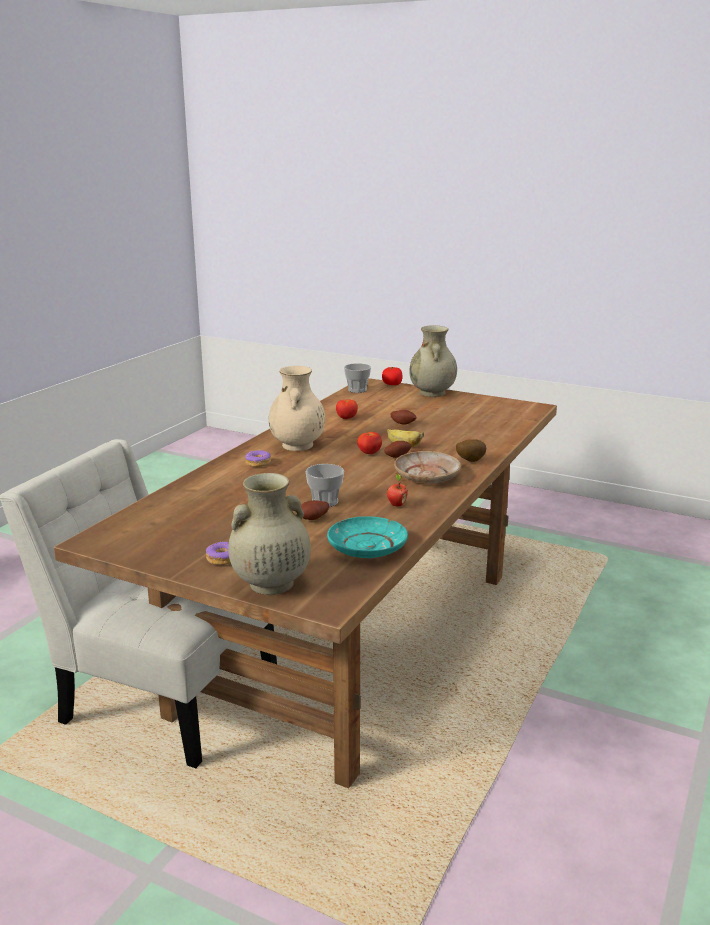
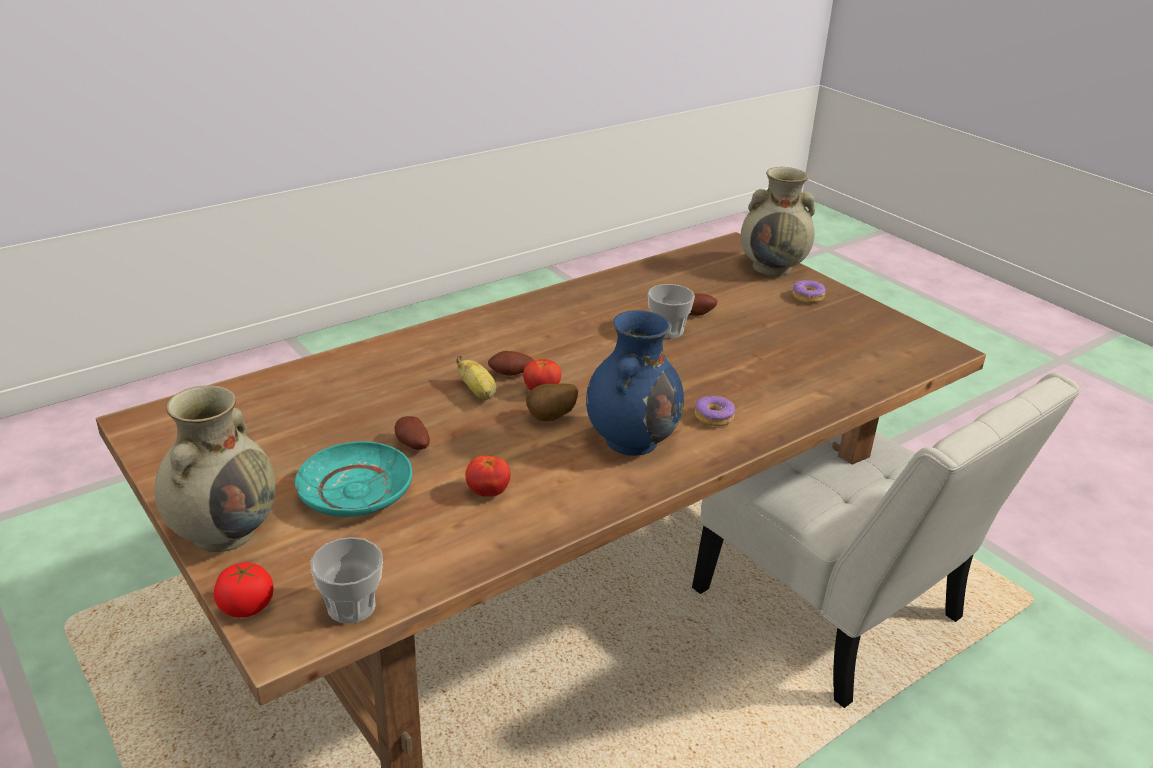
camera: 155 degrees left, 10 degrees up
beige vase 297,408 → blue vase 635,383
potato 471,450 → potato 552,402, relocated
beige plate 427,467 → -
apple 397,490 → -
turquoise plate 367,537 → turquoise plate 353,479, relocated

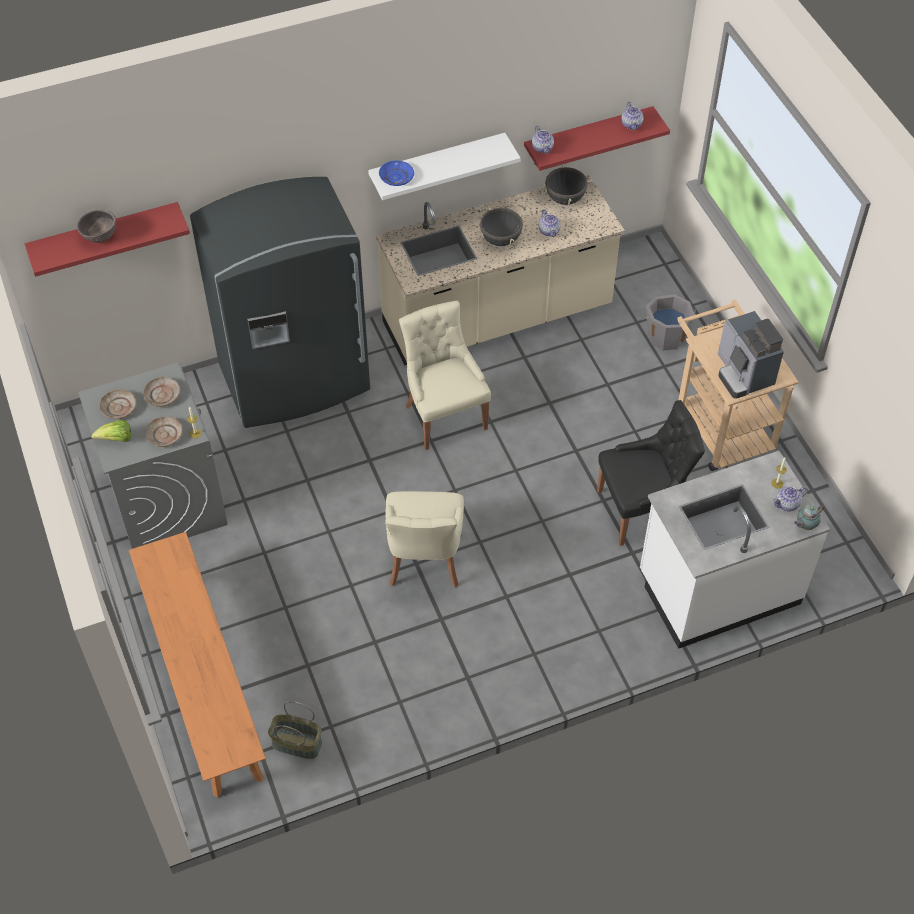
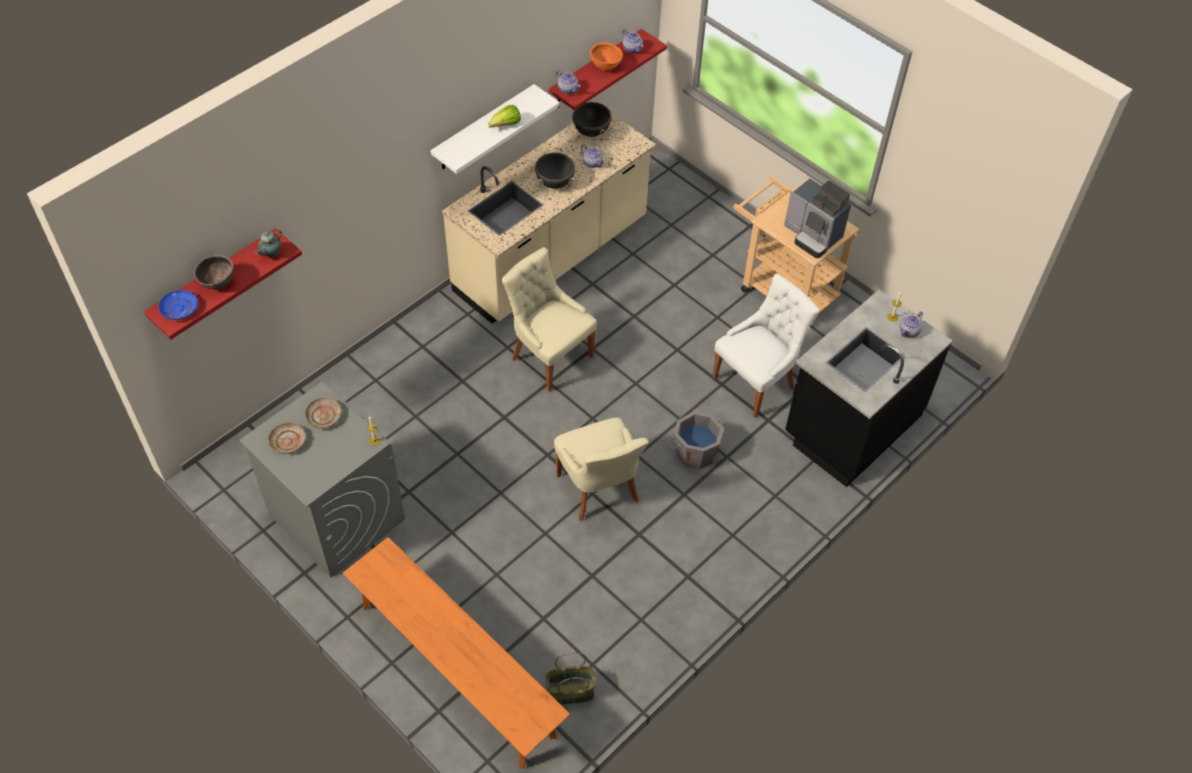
camera: 25 degrees left, 0 degrees up
blue plate 396,173 → blue plate 178,305, relocated
grey fridge 280,302 → -
grey bucket 668,322 → grey bucket 697,440, relocated
black chair 651,473 → white chair 766,346
beige plate 164,431 → -
lettuce 111,431 → lettuce 504,116, relocated
white counter 735,550 → black counter 869,388
teapot 809,517 → teapot 268,243, relocated
- → orange bowl 606,56

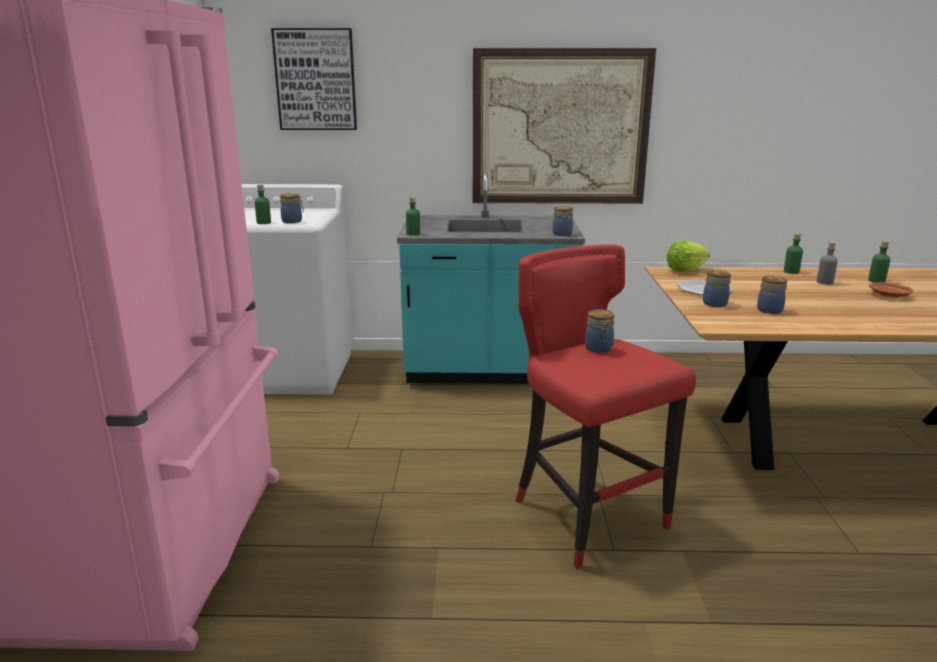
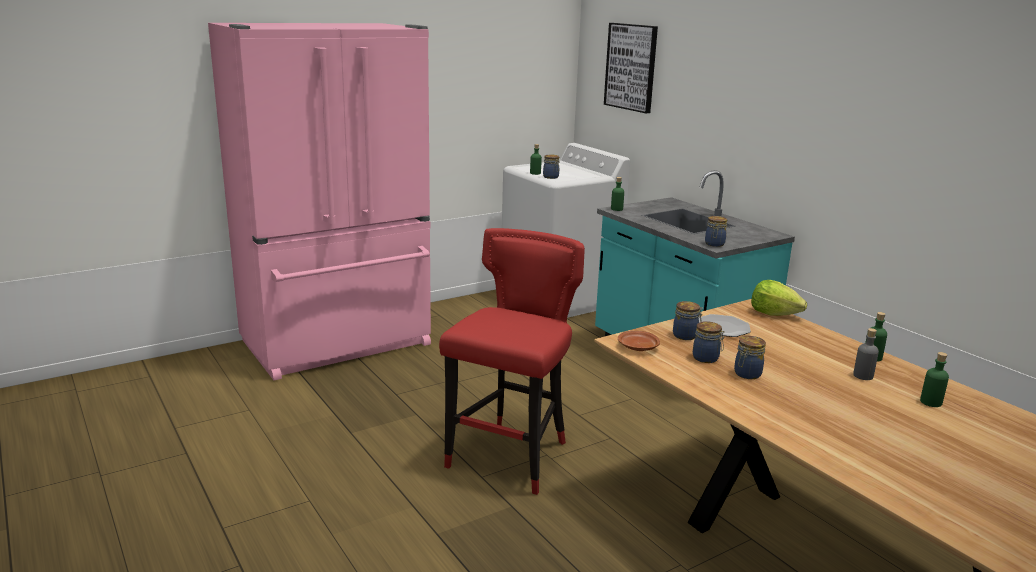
camera: 55 degrees right, 0 degrees up
picture 564,126 → -
brown plate 891,290 → brown plate 639,341, relocated
jar 600,331 → jar 750,357, relocated

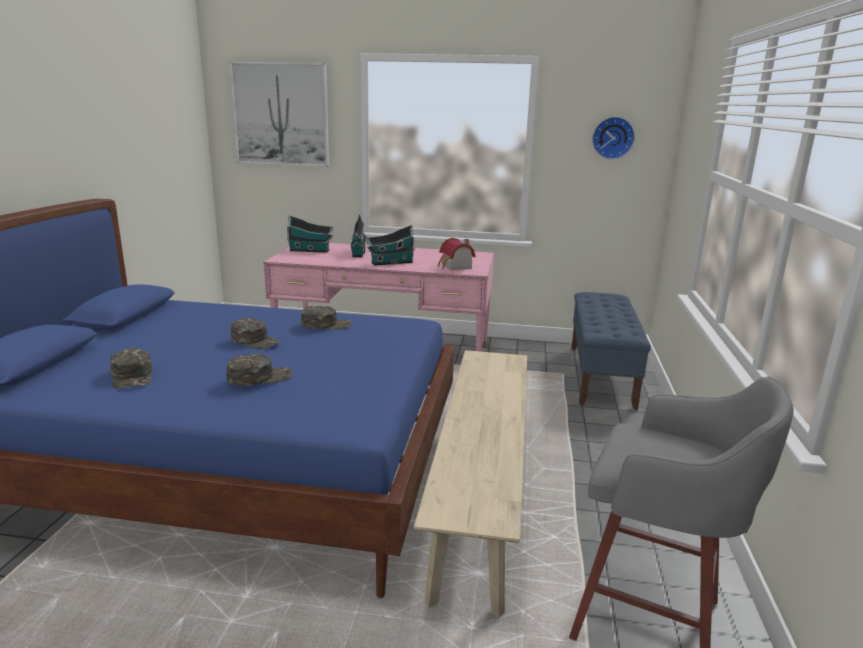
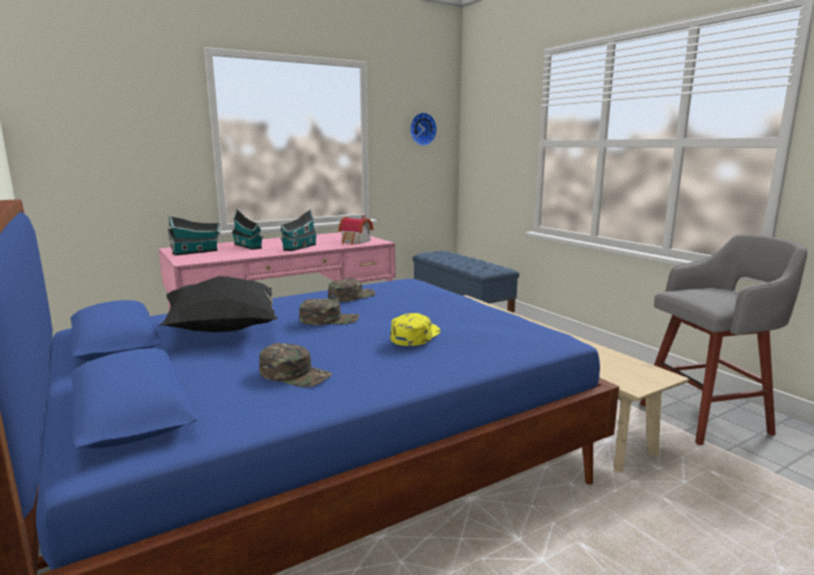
camera: 40 degrees left, 5 degrees down
picture 279,114 → -
green cap 260,370 → yellow cap 416,329
- → black pillow 218,304

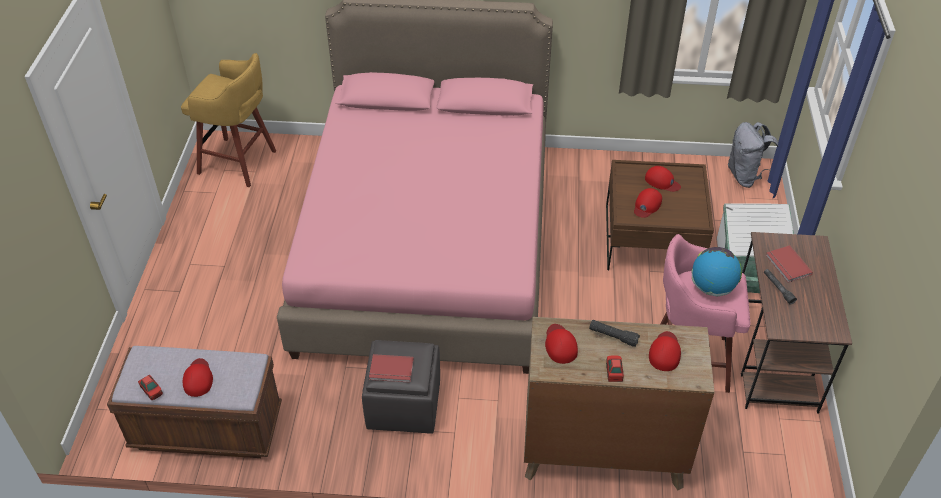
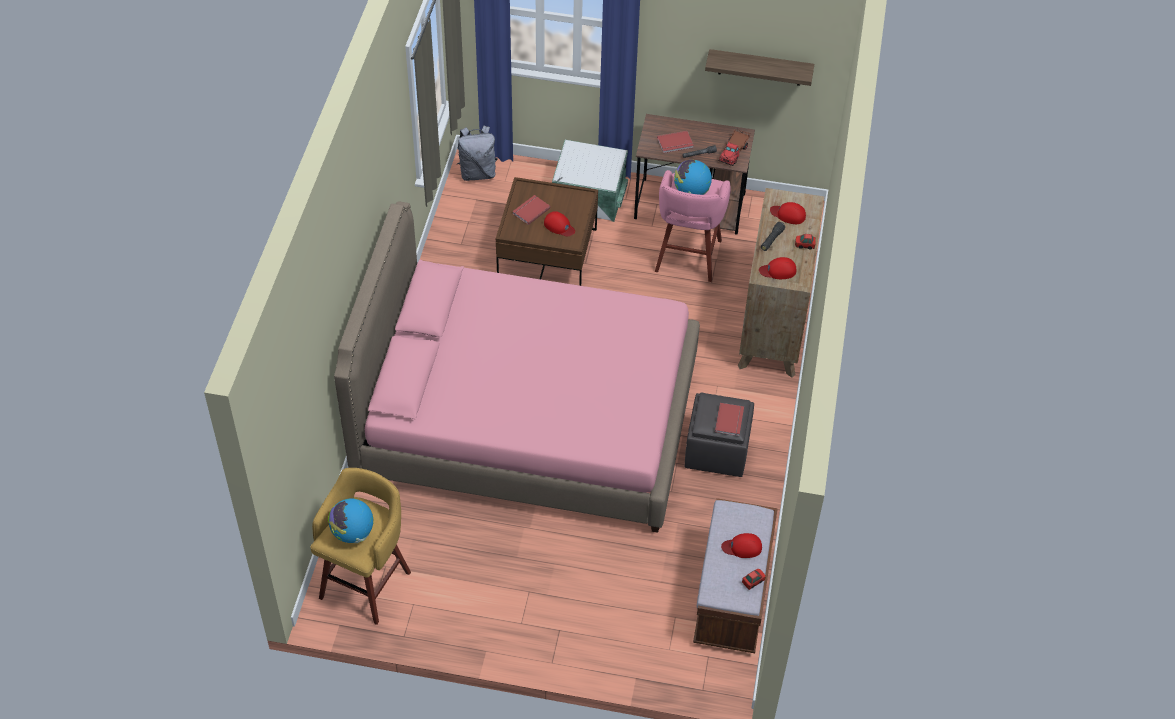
camera: 85 degrees left, 5 degrees up
red cap 663,179 → red book 531,210
- → shelf 759,67
- → toy truck 734,147
- → globe 350,520

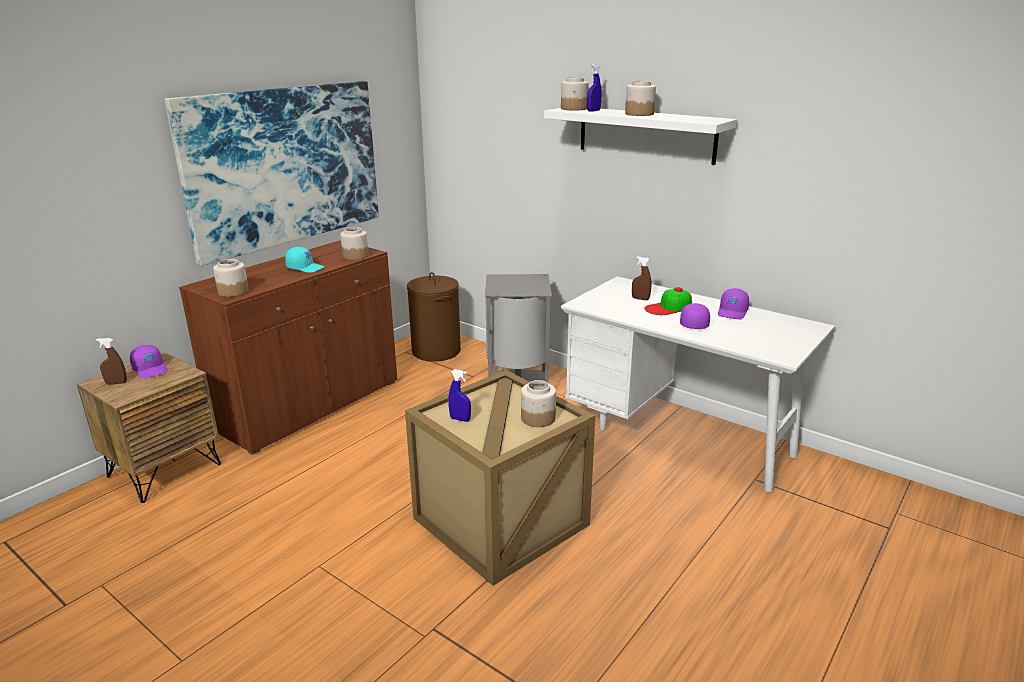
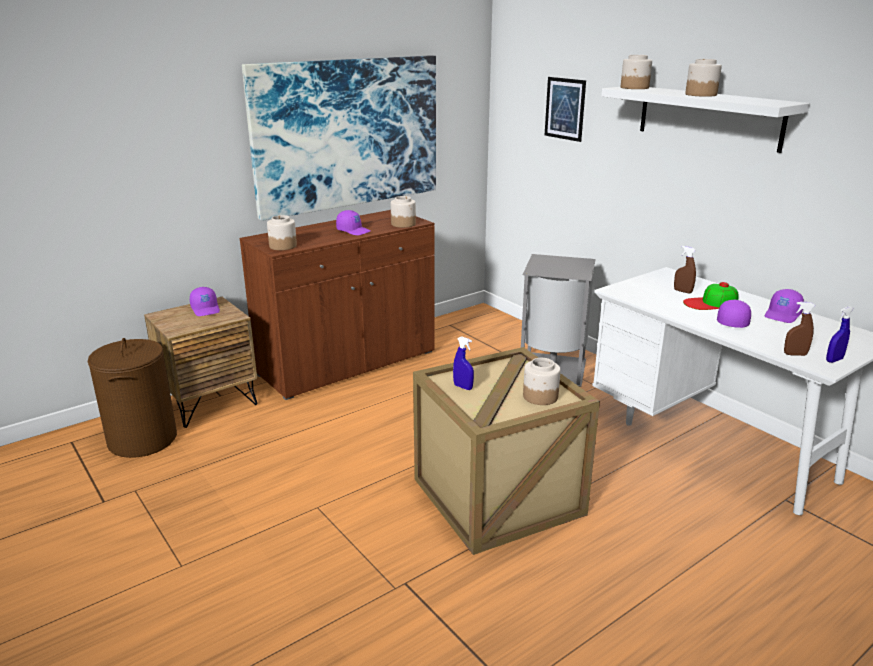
camera: 15 degrees right, 0 degrees up
blue spray bottle 594,88 → blue spray bottle 839,334, relocated
turquoise cap 304,260 → purple cap 353,222
brown laundry basket 434,317 → brown laundry basket 132,398, relocated
brown spray bottle 111,361 → brown spray bottle 799,329, relocated
- → picture 565,109

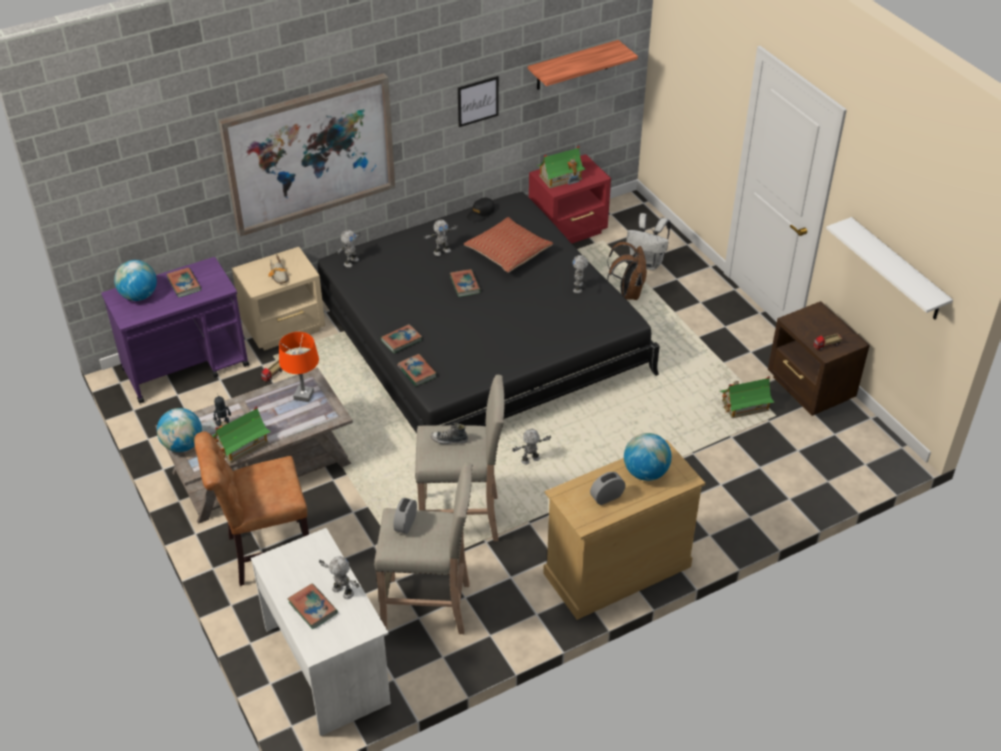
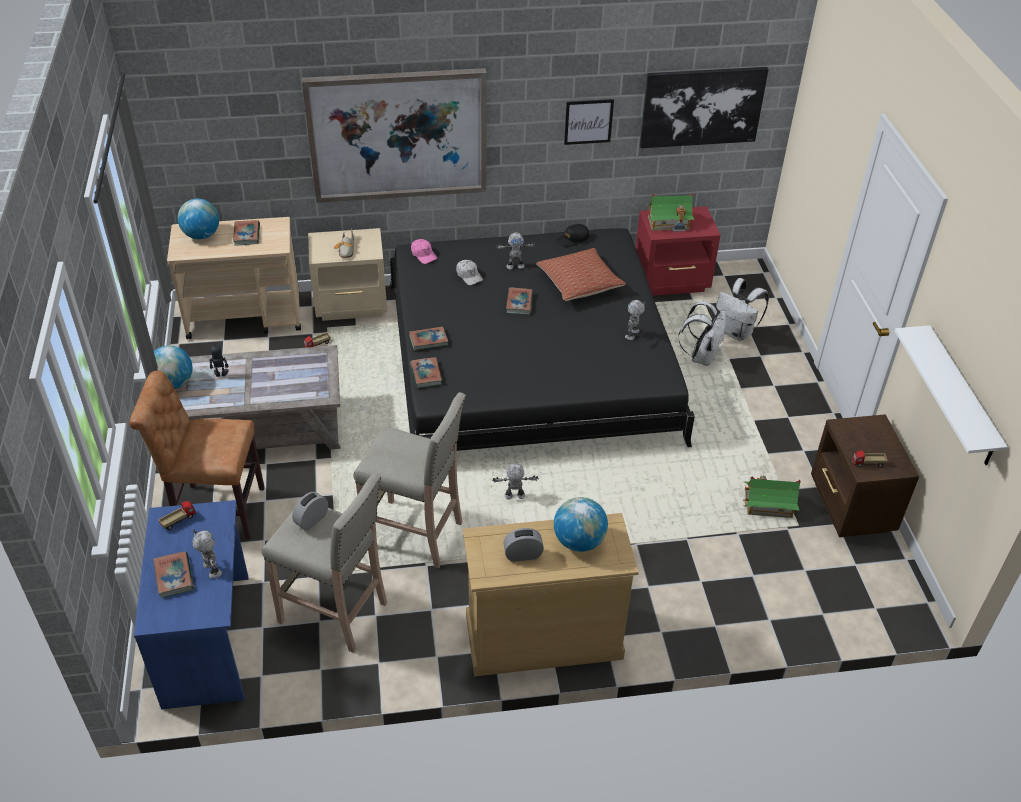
camera: 20 degrees right, 0 degrees up
shelf 583,65 → picture 704,107
toy robot 348,248 → pink cap 424,251
brown backpack 627,271 → white backpack 702,333
purple cart 175,330 → beige cart 234,278
orange table lamp 299,367 → -
toy house 241,435 → -
shoe 449,433 → -
white desk 321,632 → blue desk 191,605
- → white cap 469,272
- → toy truck 177,515

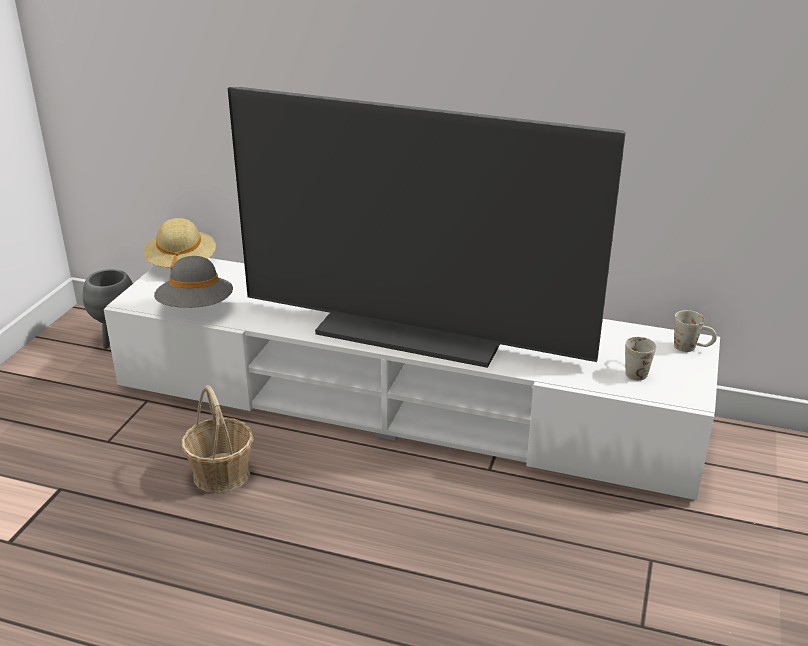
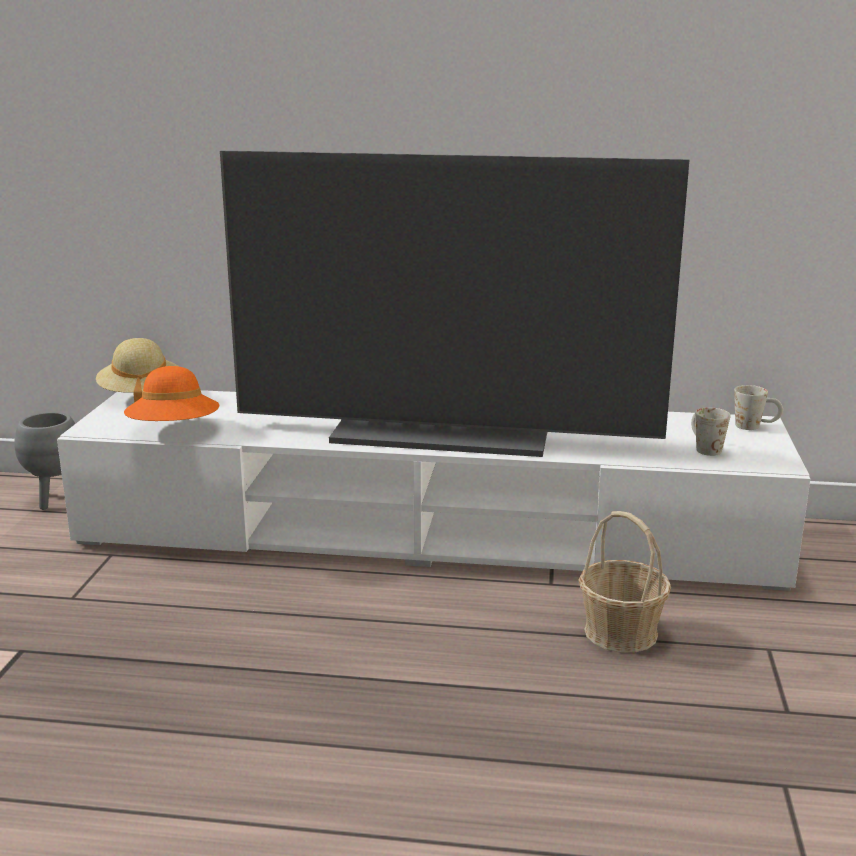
camera: 10 degrees left, 10 degrees down
grey hat 193,282 → orange hat 171,393
basket 217,439 → basket 625,582, relocated

